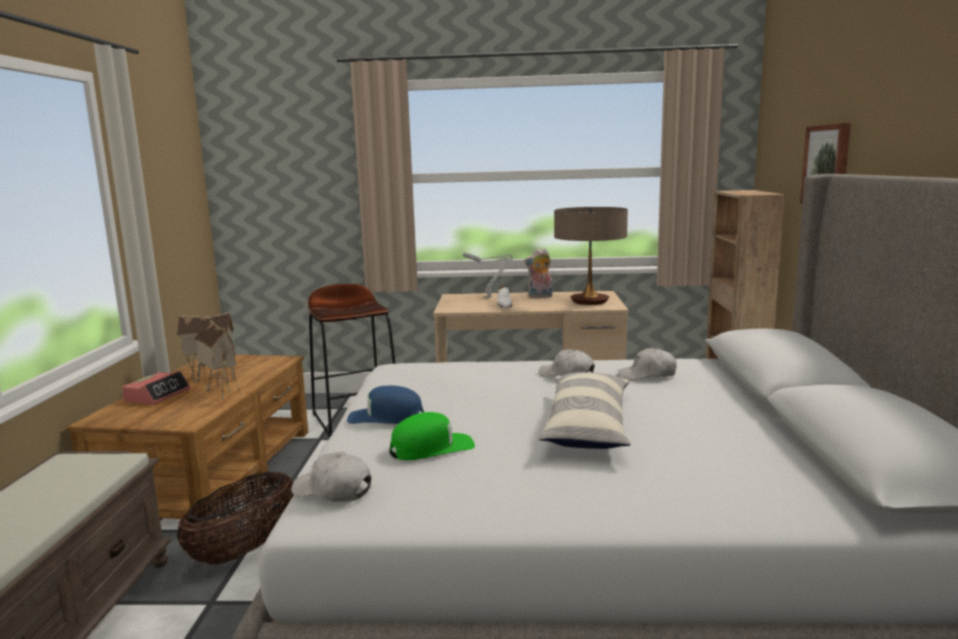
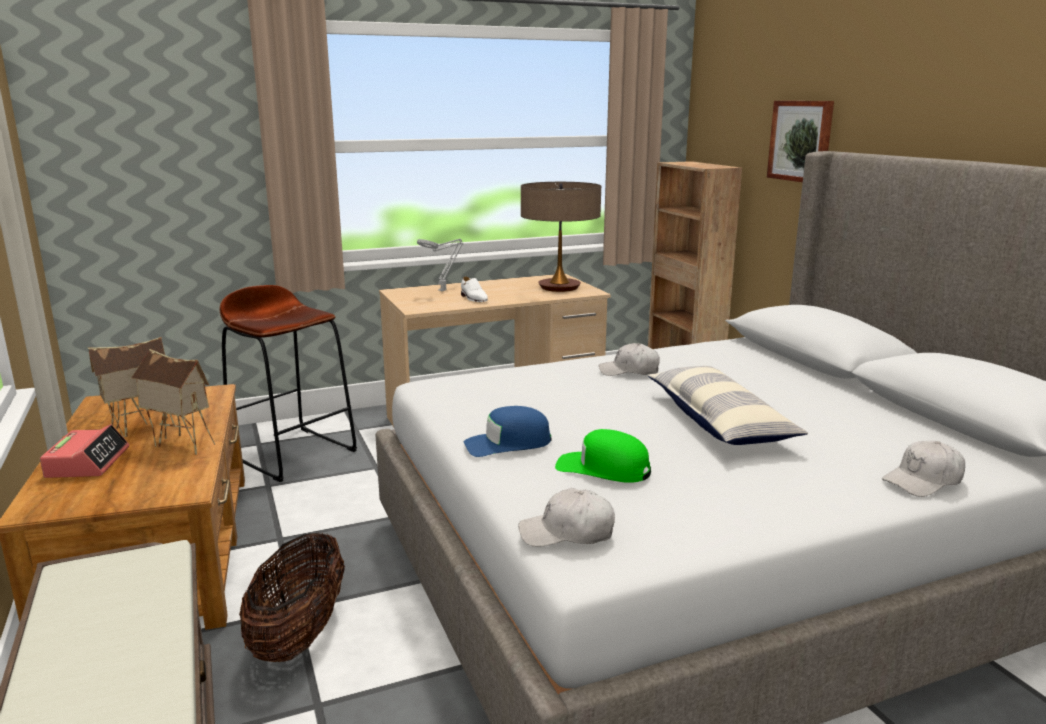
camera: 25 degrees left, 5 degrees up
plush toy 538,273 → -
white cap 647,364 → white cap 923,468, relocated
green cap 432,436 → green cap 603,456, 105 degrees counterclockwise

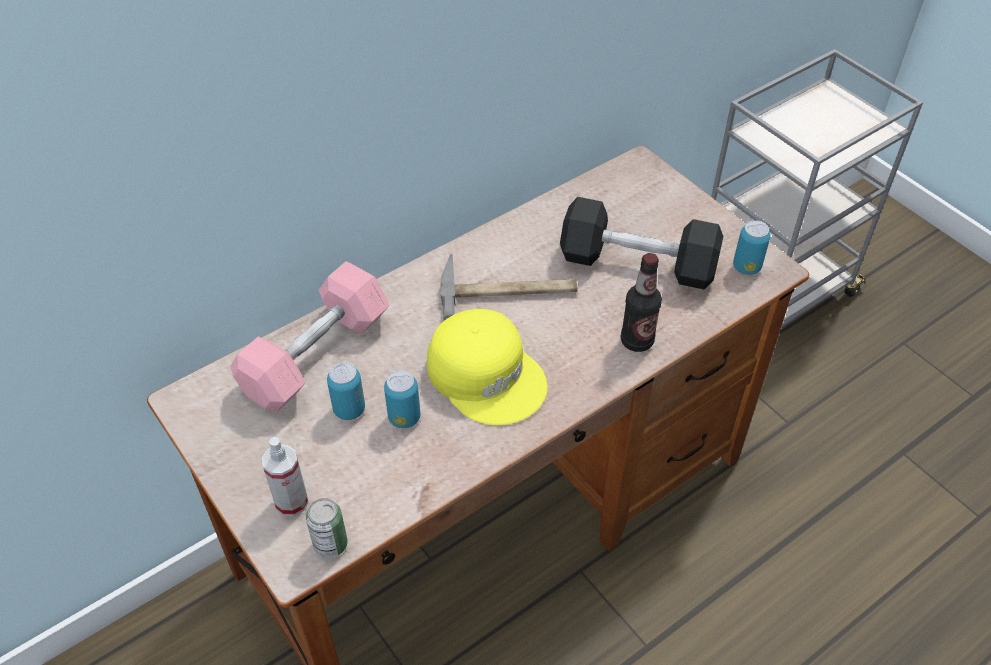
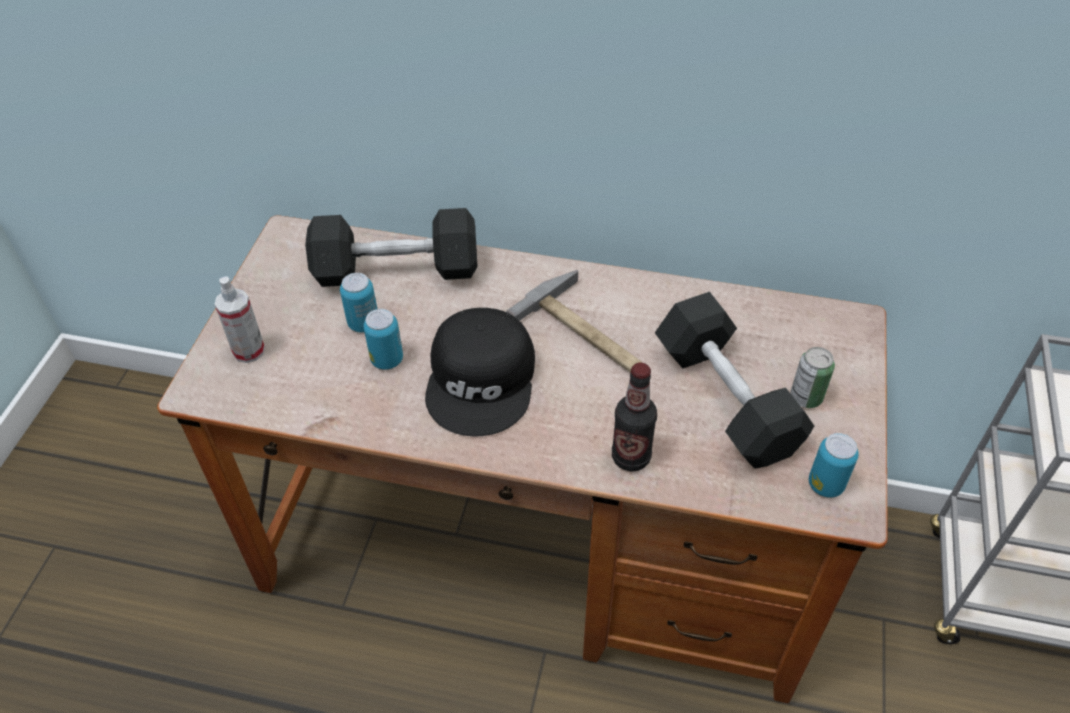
camera: 50 degrees right, 0 degrees up
pink dumbbell 310,336 → black dumbbell 391,247
yellow cap 487,367 → black cap 480,372
can 327,528 → can 812,377, relocated

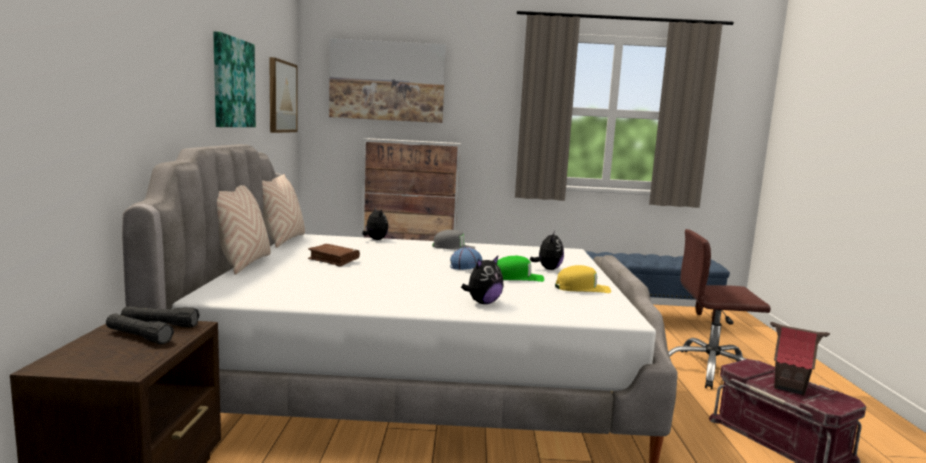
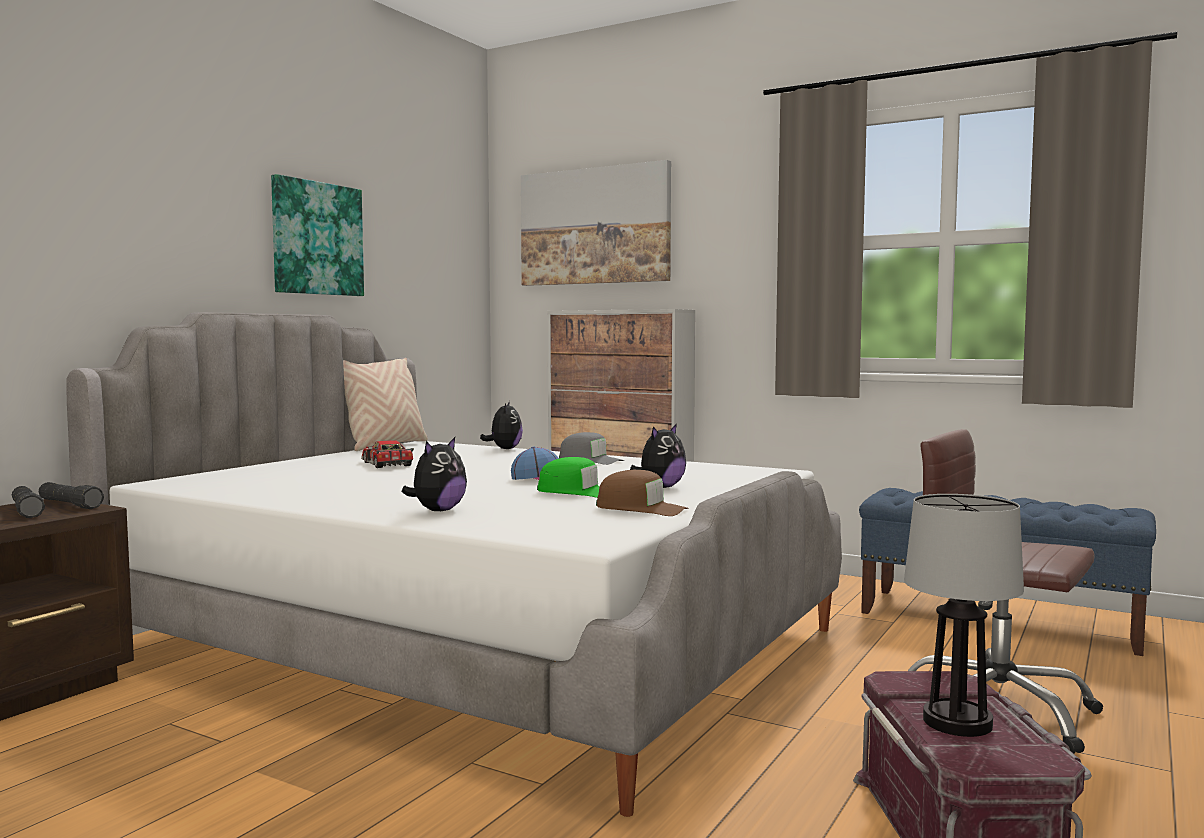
camera: 30 degrees right, 5 degrees down
picture 283,95 → -
beige pillow 244,230 → -
brown book 334,255 → toy car 387,454
plush toy 482,279 → plush toy 434,474, 45 degrees counterclockwise
yellow cap 583,279 → brown cap 642,493
toy house 800,359 → table lamp 964,615

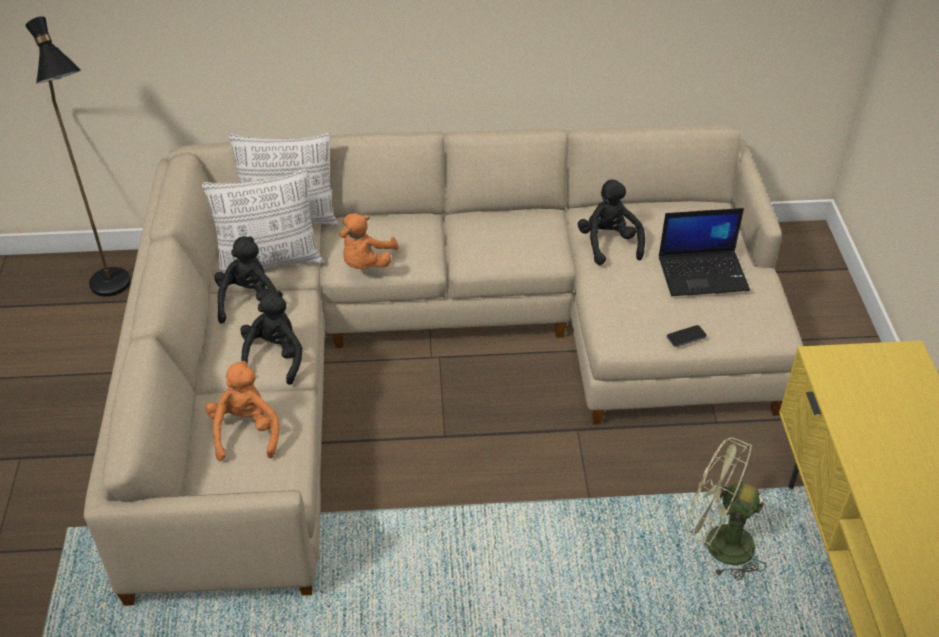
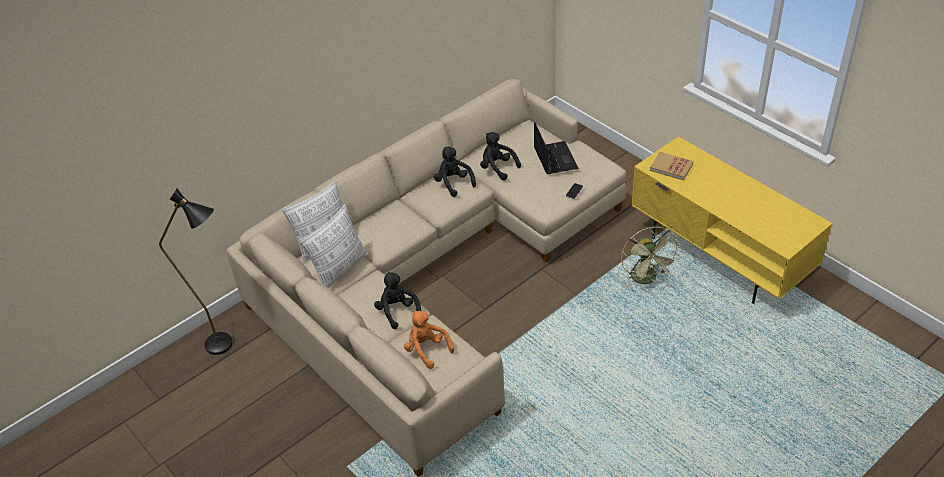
camera: 35 degrees left, 0 degrees up
laptop 704,252 → laptop 556,148, 60 degrees counterclockwise
orange plush toy 369,241 → -
black plush toy 245,280 → black plush toy 455,172, relocated
green fan 726,508 → green fan 650,257, 90 degrees counterclockwise
- → book 672,166

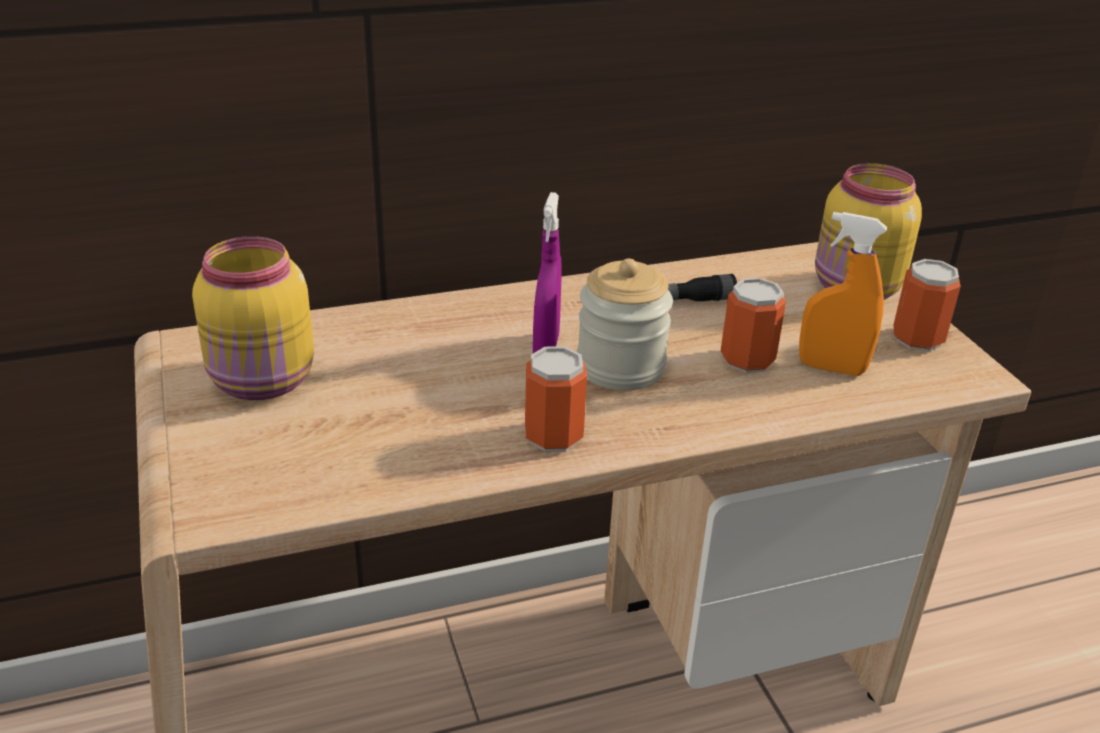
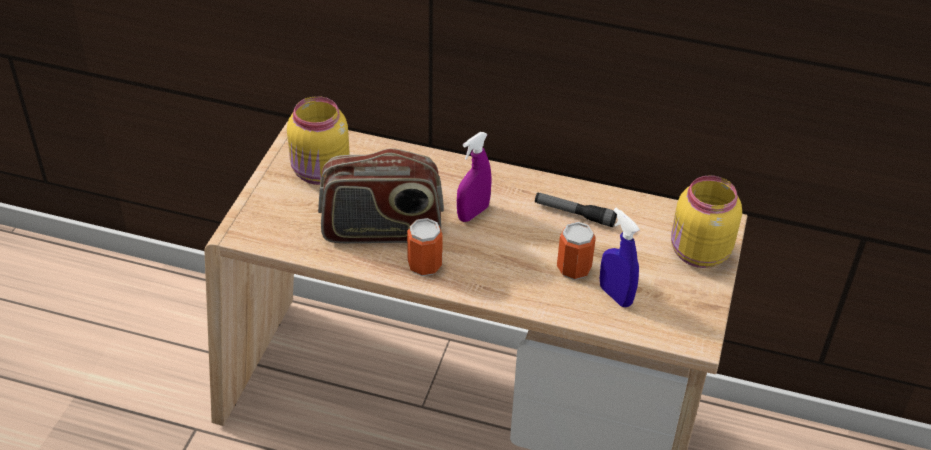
camera: 35 degrees right, 10 degrees up
orange spray bottle 843,294 → blue spray bottle 620,258
jar 625,324 → -
can 927,305 → -
- → radio 381,195

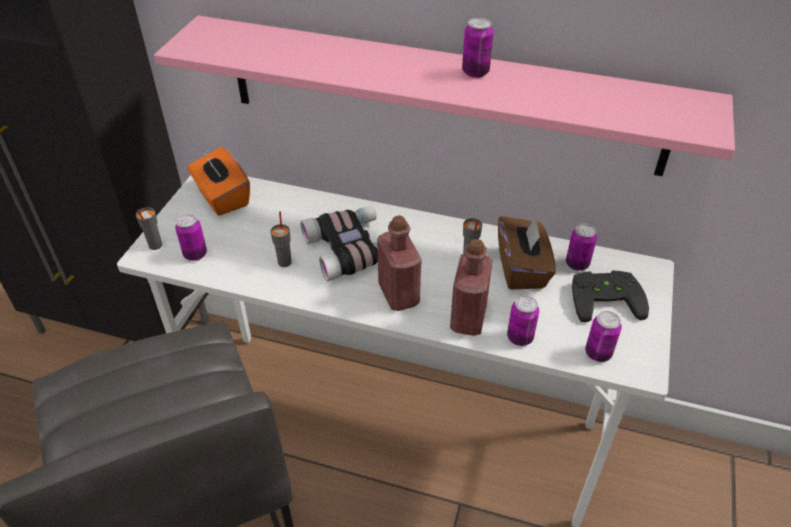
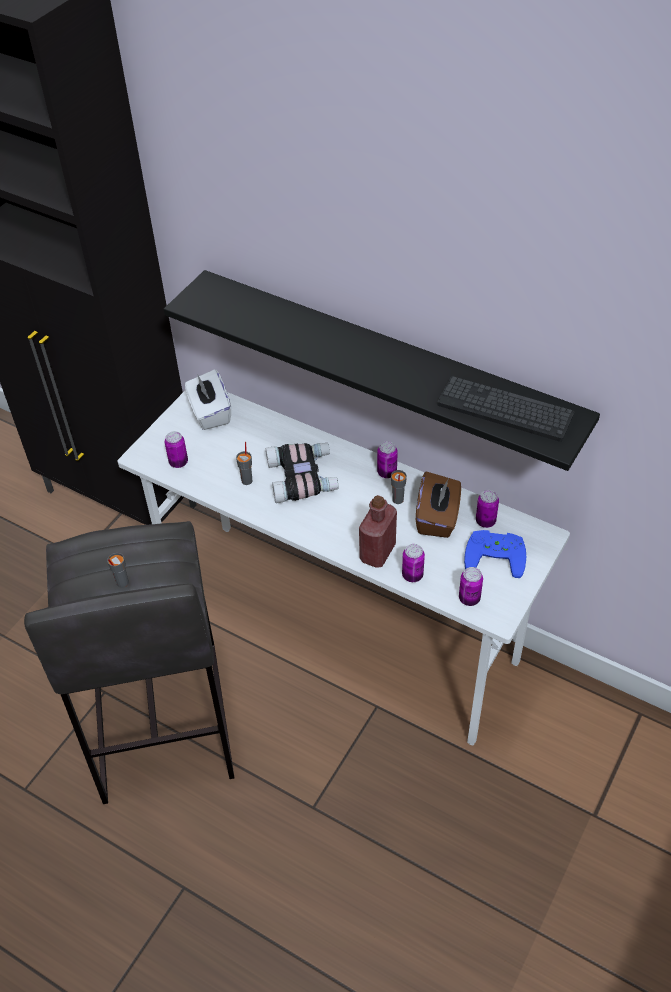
camera: 15 degrees right, 5 degrees up
pink shelf 444,96 → black shelf 382,370
can 478,48 → can 387,459, relocated
orange tissue box 219,181 → white tissue box 208,399
grey cup 149,229 → grey cup 118,570, relocated
red bottle 399,263 → -
black game controller 610,296 → blue game controller 495,554
- → keyboard 506,409

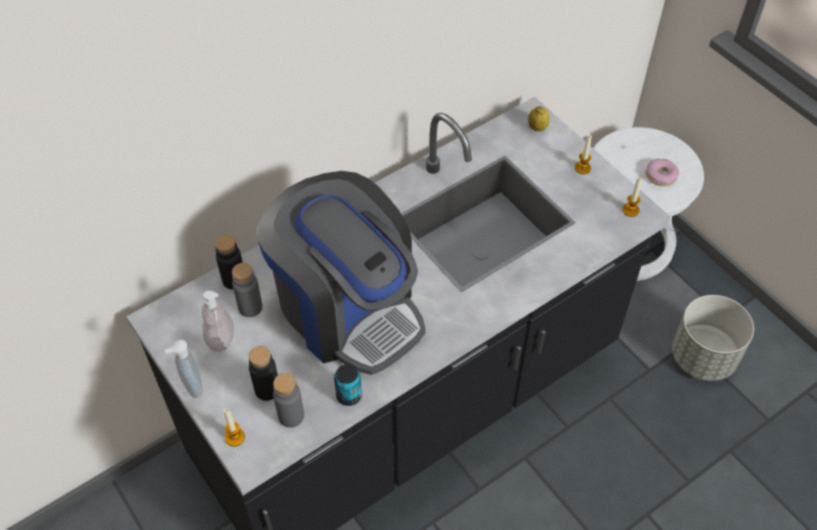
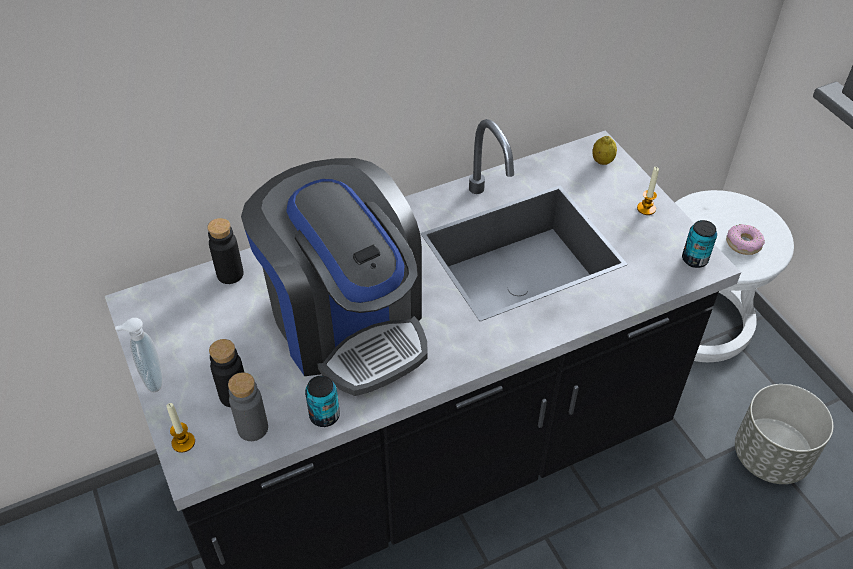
camera: 10 degrees right, 5 degrees down
candle 632,197 → can 699,244
grey bottle 247,290 → -
soap dispenser 218,321 → -

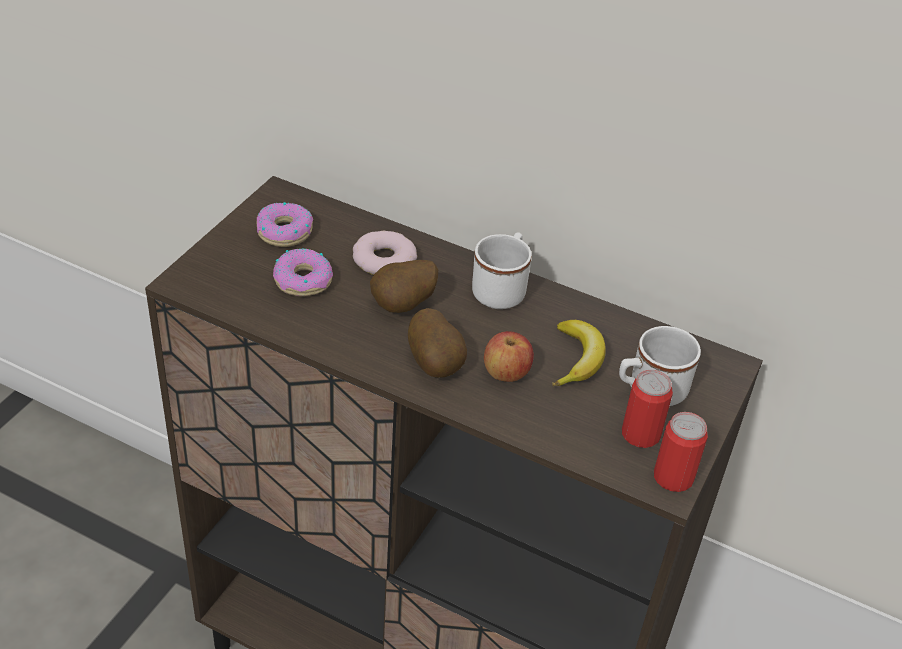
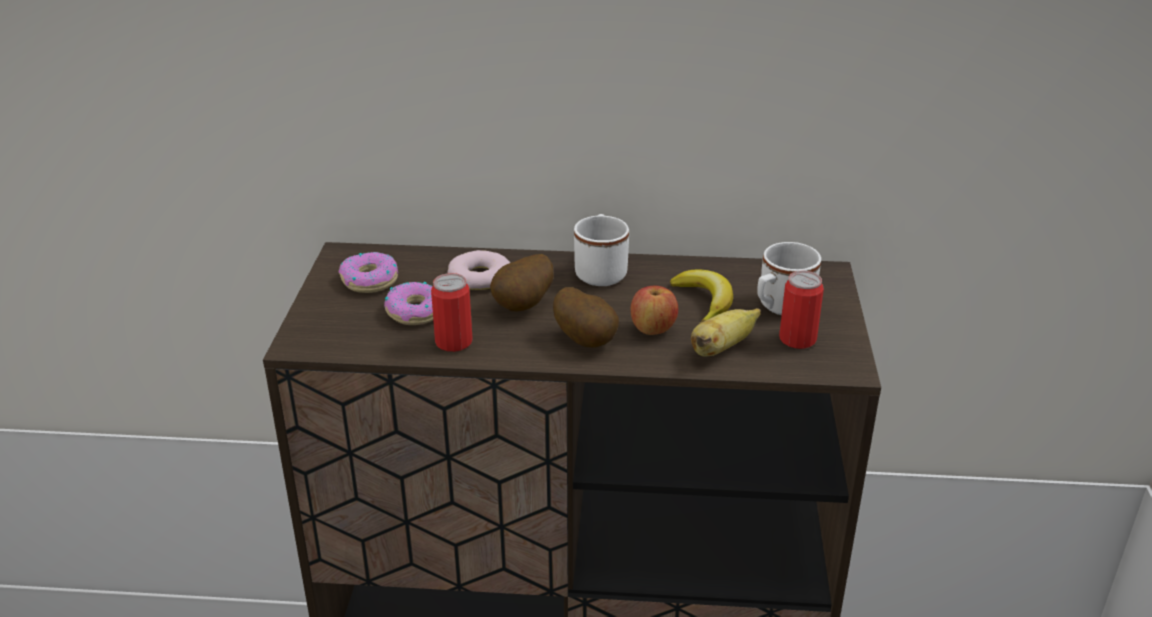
camera: 20 degrees left, 10 degrees down
can 681,452 → can 452,312, relocated
- → banana 726,332

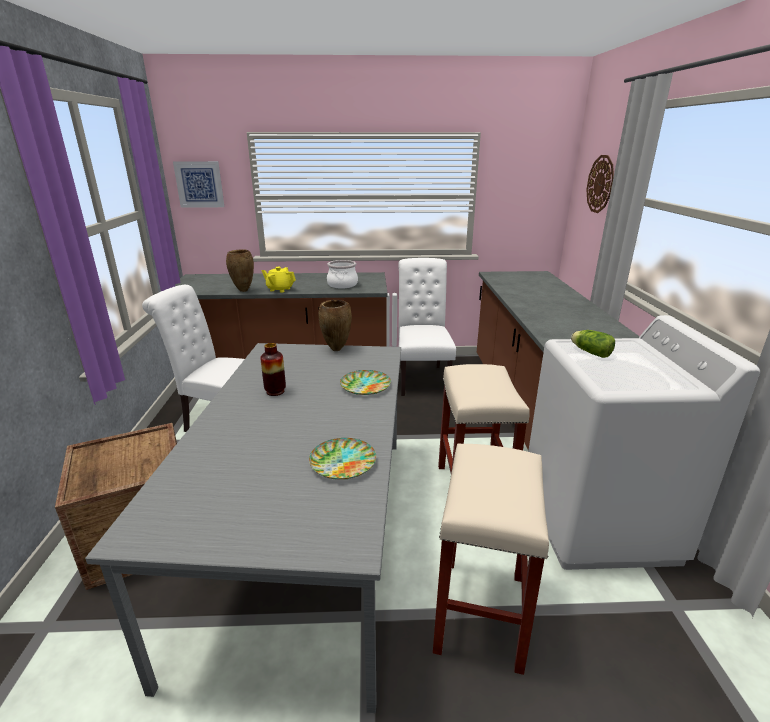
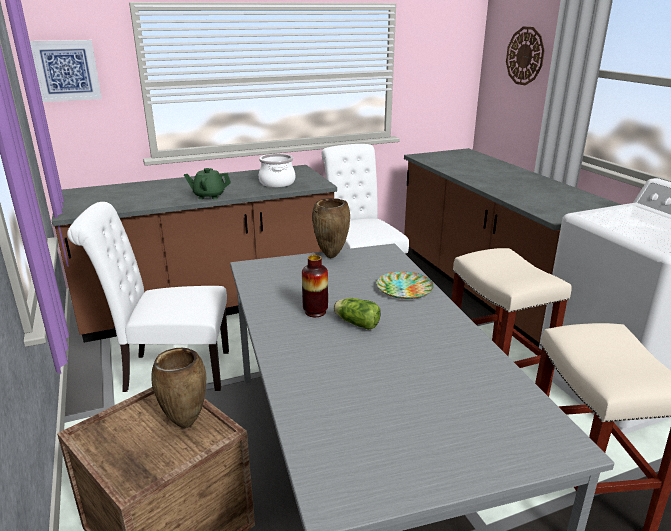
camera: 20 degrees left, 0 degrees up
brown vase 240,270 → brown vase 178,388, relocated
yellow teapot 278,280 → green teapot 207,183
lettuce 593,344 → lettuce 357,314, relocated
plate 342,459 → -

